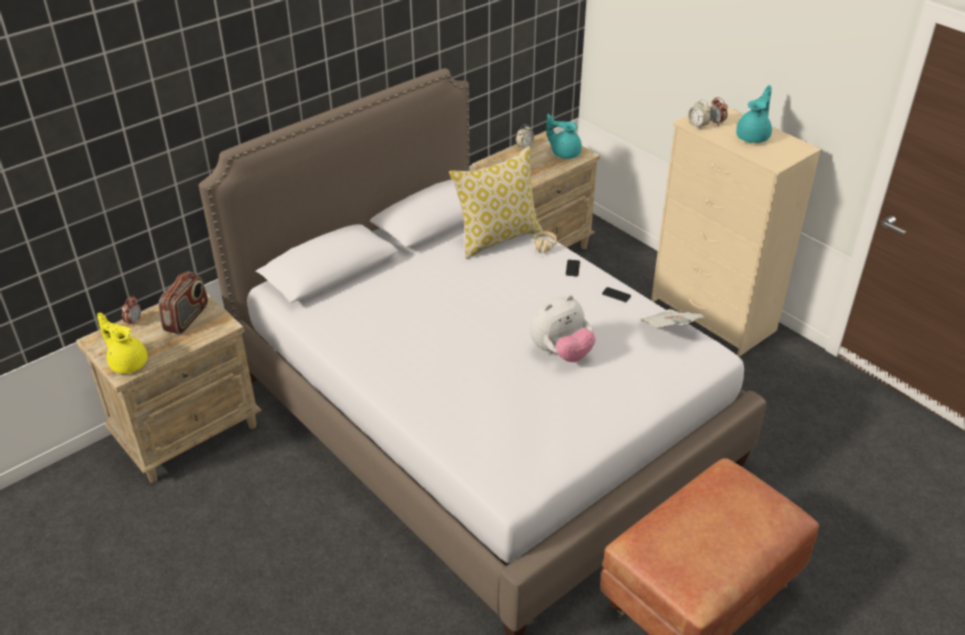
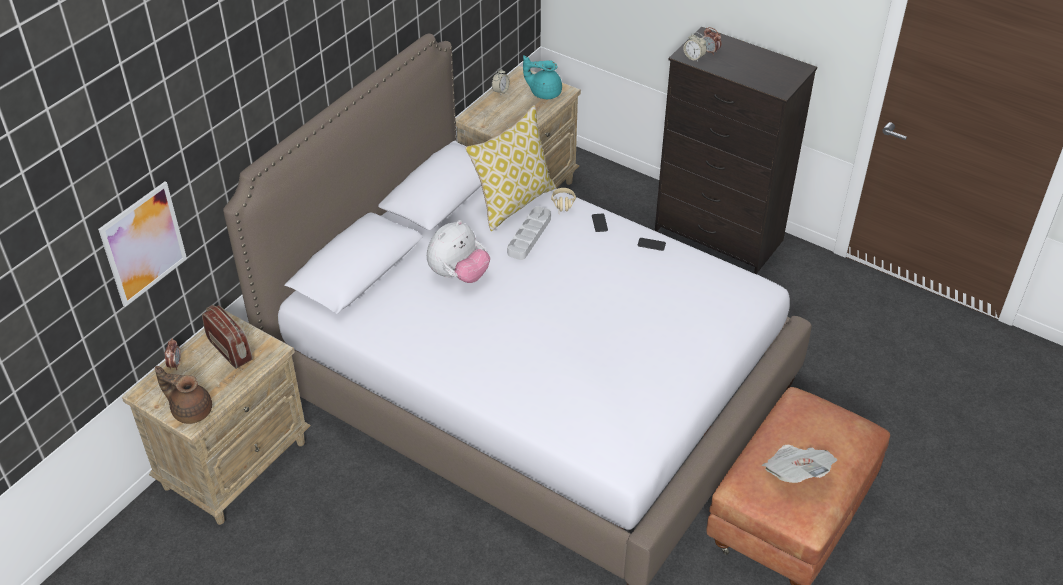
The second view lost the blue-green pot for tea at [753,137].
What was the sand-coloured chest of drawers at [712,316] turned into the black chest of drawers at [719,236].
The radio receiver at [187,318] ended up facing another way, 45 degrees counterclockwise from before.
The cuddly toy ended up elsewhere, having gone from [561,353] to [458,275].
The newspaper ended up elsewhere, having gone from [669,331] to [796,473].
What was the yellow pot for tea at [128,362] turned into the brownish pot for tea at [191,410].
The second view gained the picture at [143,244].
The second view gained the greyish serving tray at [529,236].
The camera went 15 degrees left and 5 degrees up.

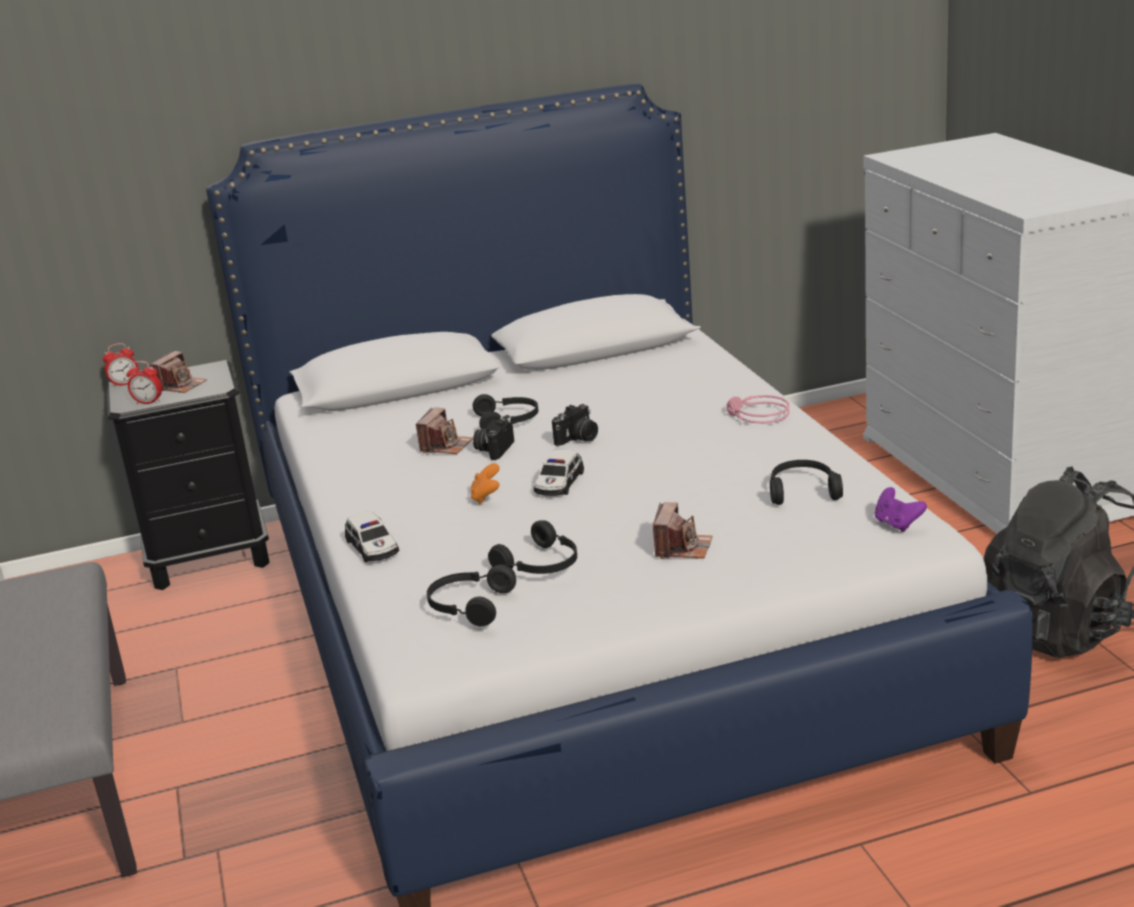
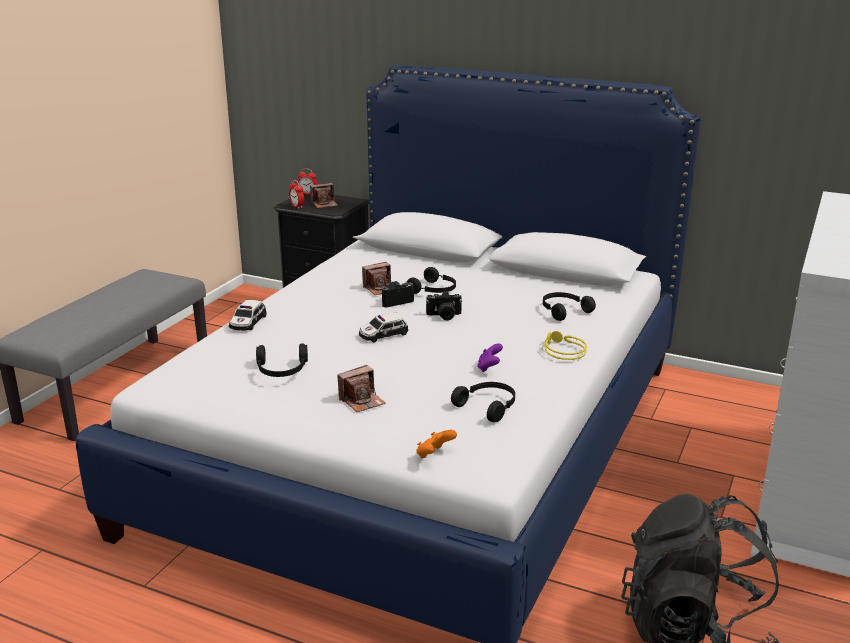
What was the pink-coloured headset at [757,416] turned into the yellow headset at [561,351].
The orange-coloured joypad ended up elsewhere, having gone from [486,497] to [434,455].
The purple joypad ended up elsewhere, having gone from [897,524] to [489,368].
The black headset ended up elsewhere, having gone from [469,606] to [563,311].
The camera went 40 degrees right and 0 degrees up.

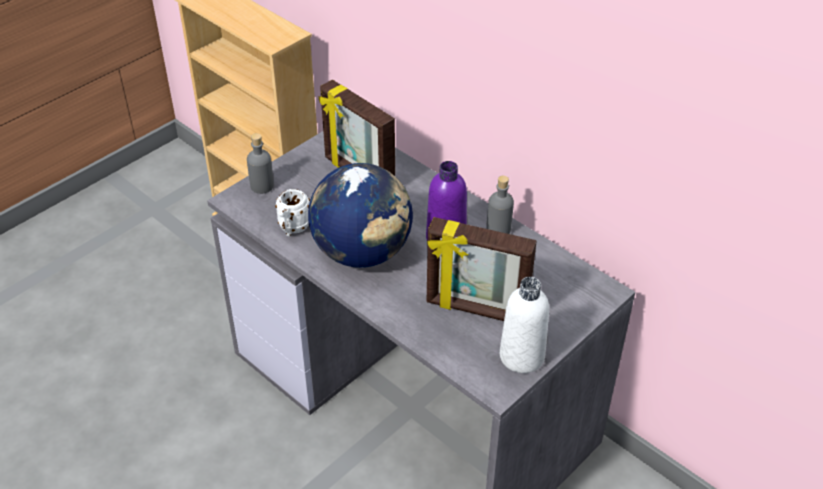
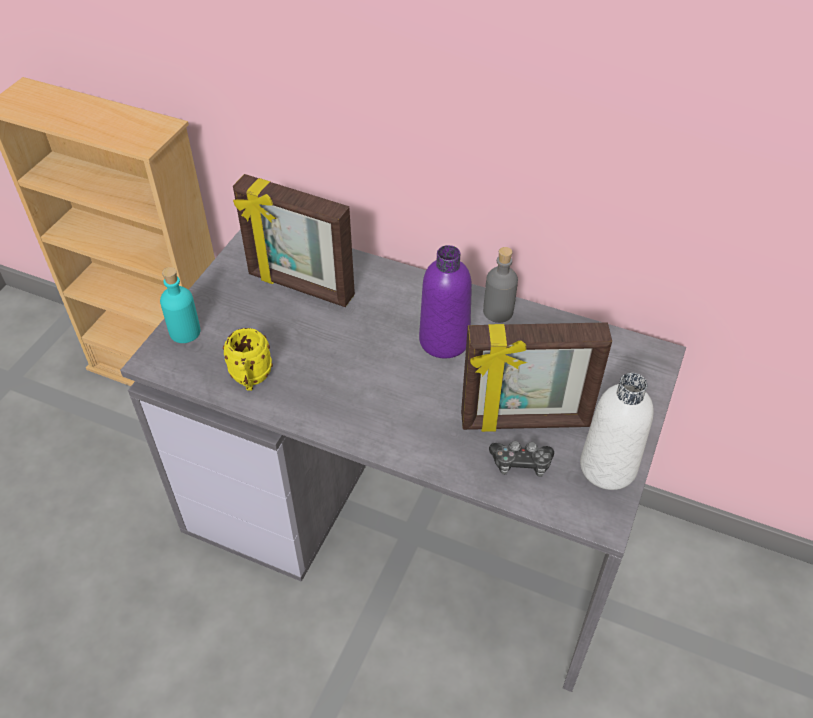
What was the greyish bottle at [262,186] turned into the blue-green bottle at [185,332].
The second view lost the globe at [362,252].
What was the whitish mug at [292,229] turned into the yellow mug at [250,379].
The second view gained the joypad at [521,463].
The camera went 20 degrees left and 5 degrees up.

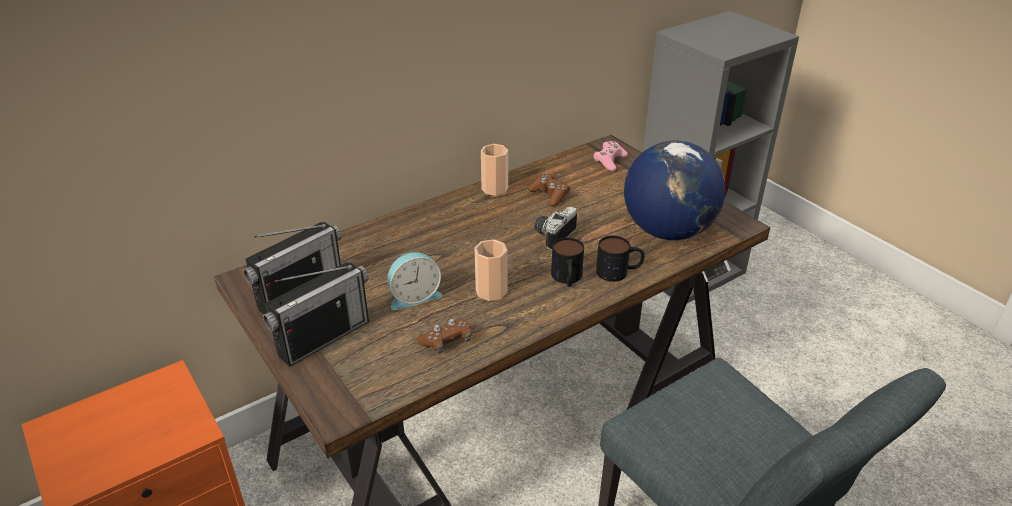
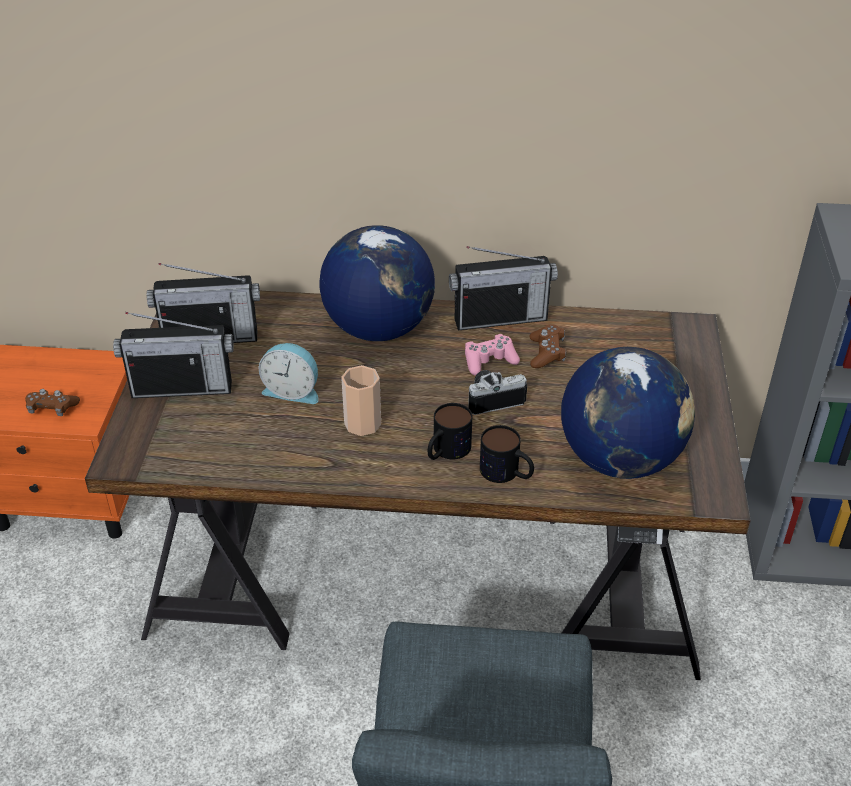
The pink-coloured joypad ended up elsewhere, having gone from [609,161] to [489,361].
Where the cup stood at [494,189], the radio receiver came to stand at [500,318].
The brownish joypad ended up elsewhere, having gone from [447,342] to [52,408].
The second view gained the globe at [378,328].
The camera went 40 degrees right and 5 degrees up.

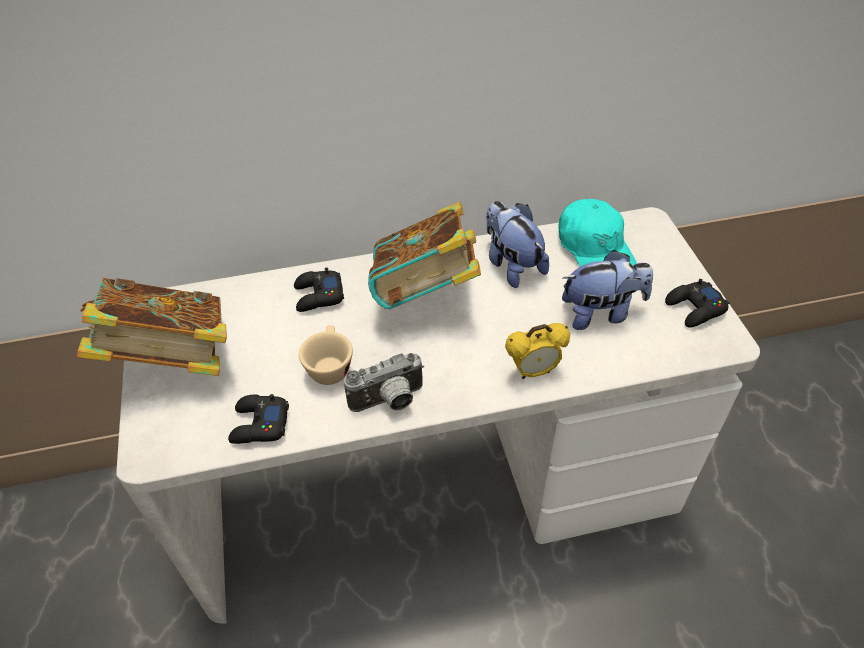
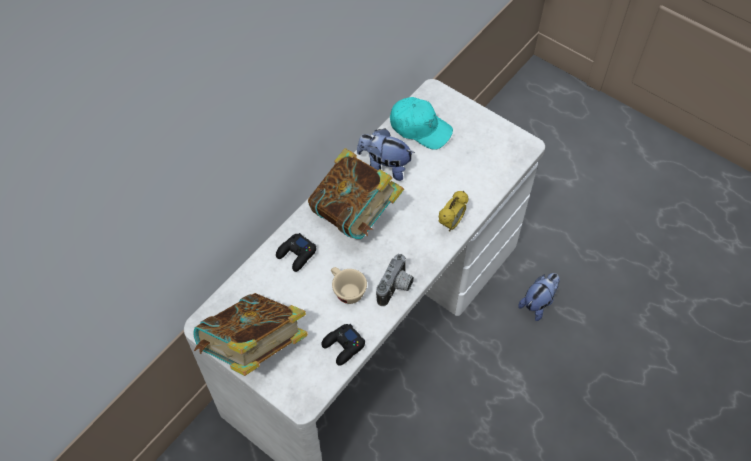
The cuddly toy ended up elsewhere, having gone from [601,313] to [538,303].
The second view lost the black joypad at [695,309].
The camera went 40 degrees left and 10 degrees up.

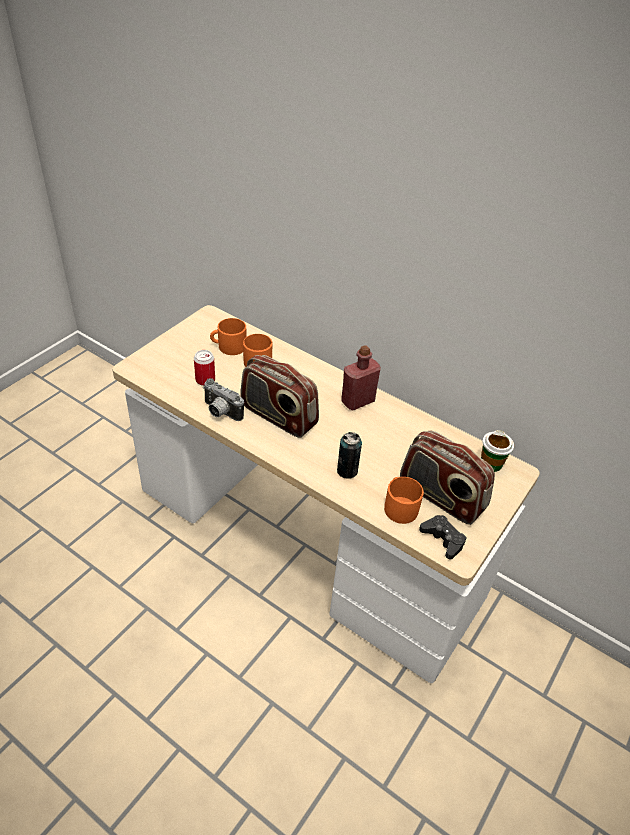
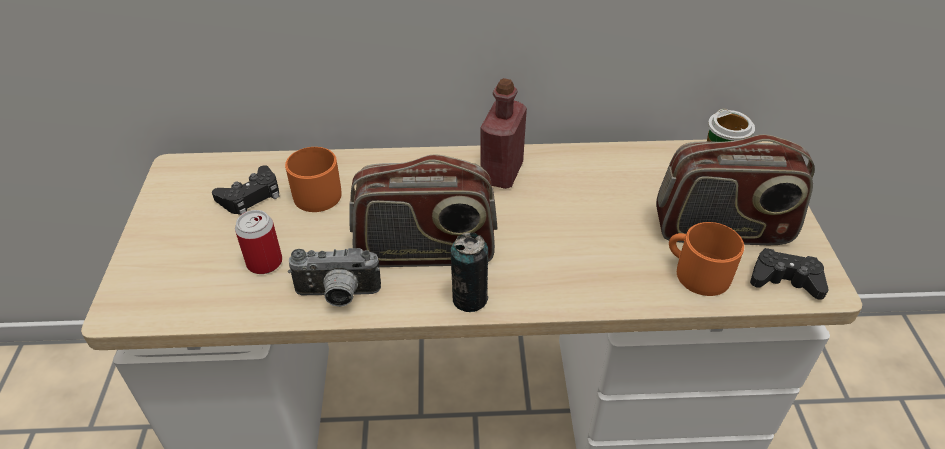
Where the orange-coloured mug stood at [228,346], the black joypad came to stand at [251,196].
The sealed can ended up elsewhere, having gone from [347,471] to [469,298].
The camera went 35 degrees left and 0 degrees up.

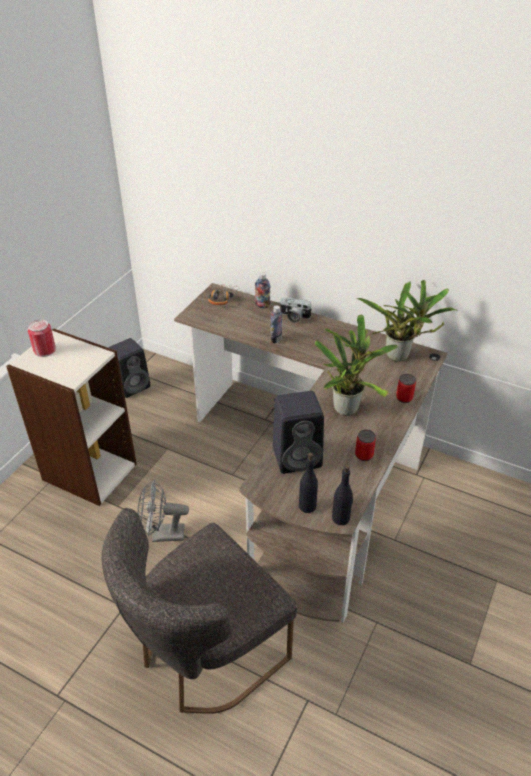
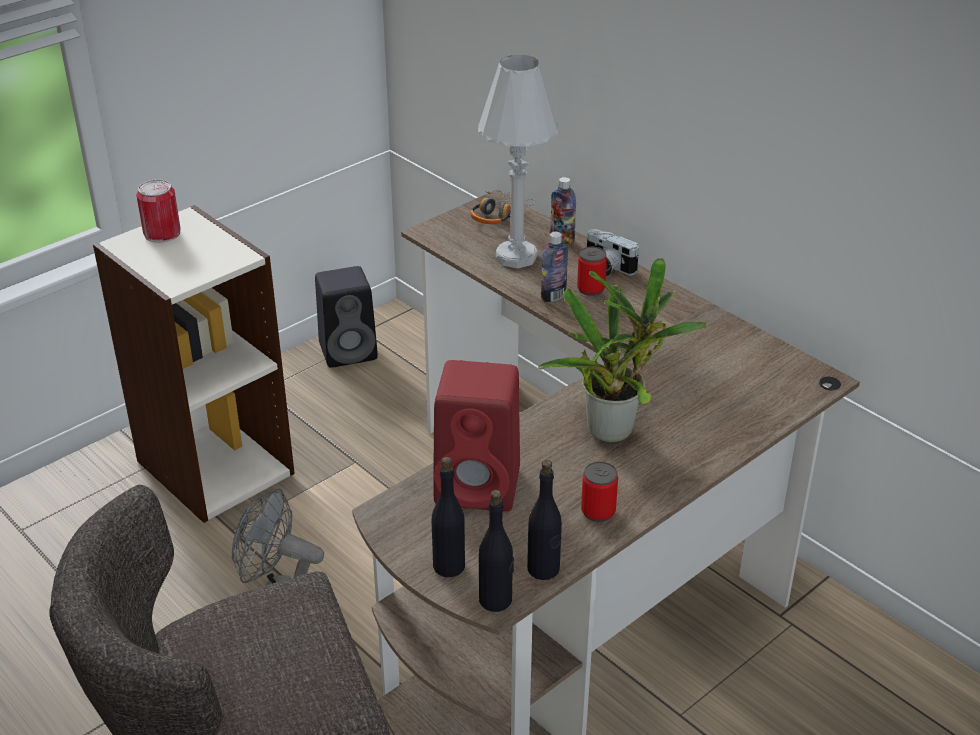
The second view lost the houseplant at [400,356].
The sealed can ended up elsewhere, having gone from [404,398] to [591,289].
What was the black loudspeaker at [298,456] turned into the red loudspeaker at [481,486].
The second view gained the whitish lamp for a table at [516,257].
The second view gained the black bottle at [543,569].
The camera went 20 degrees right and 5 degrees down.

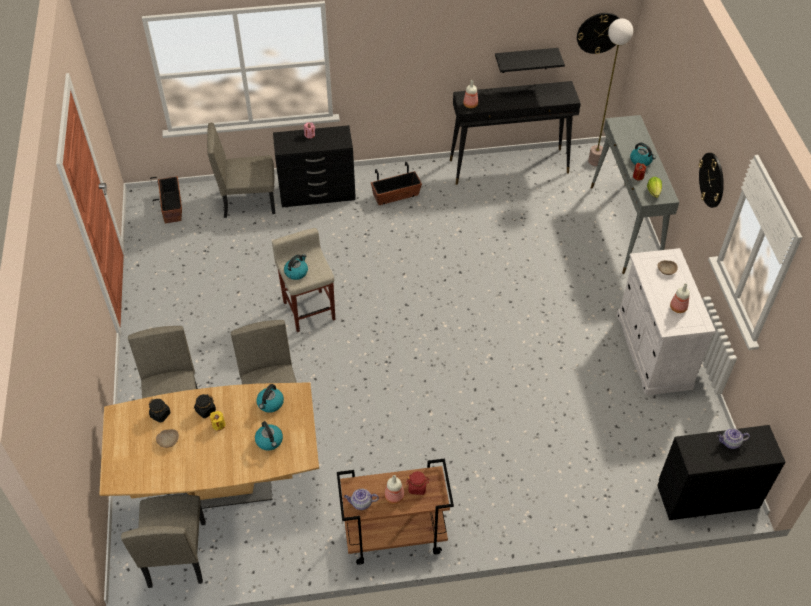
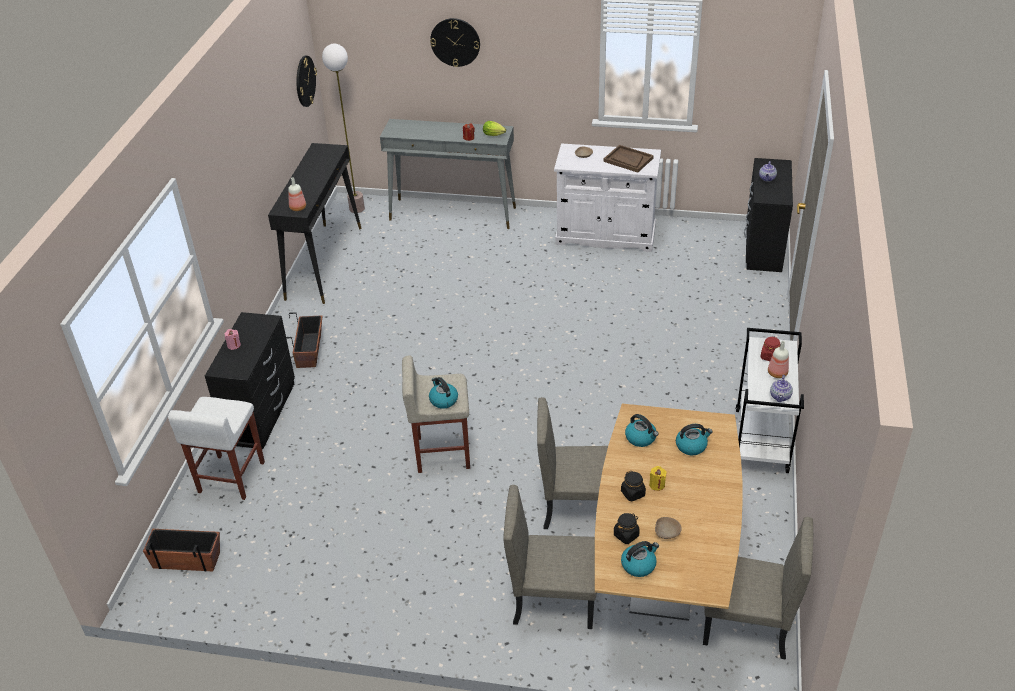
The second view lost the black shelf at [525,60].
Where the sand-coloured chair stood at [249,201], the whitish sitting stool came to stand at [231,478].
The tea kettle ended up elsewhere, having gone from [641,161] to [638,565].
The hanging clock ended up elsewhere, having gone from [712,180] to [455,42].
Where the bottle stood at [678,307], the brownish serving tray came to stand at [628,160].
What was the brownish trolley at [394,537] turned into the whitish trolley at [762,441].
The camera went 70 degrees left and 10 degrees down.

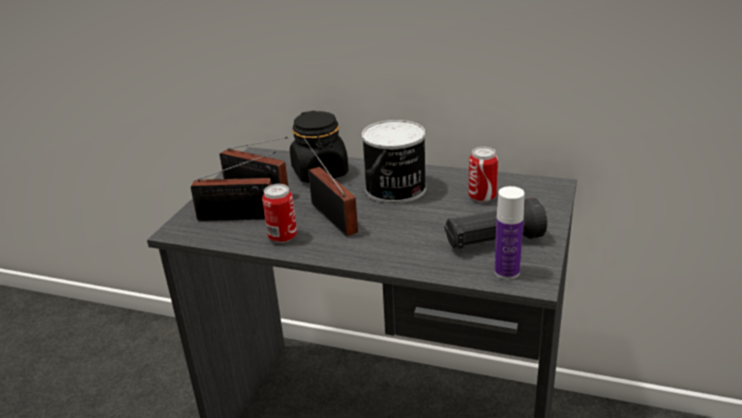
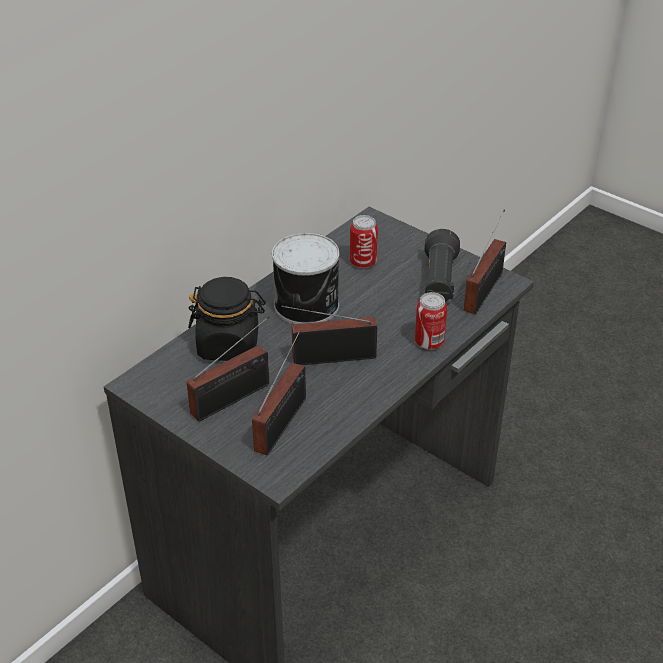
The sealed can ended up elsewhere, having gone from [282,237] to [429,342].
Where the bottle stood at [507,272], the radio receiver came to stand at [485,289].
The camera went 70 degrees left and 10 degrees up.

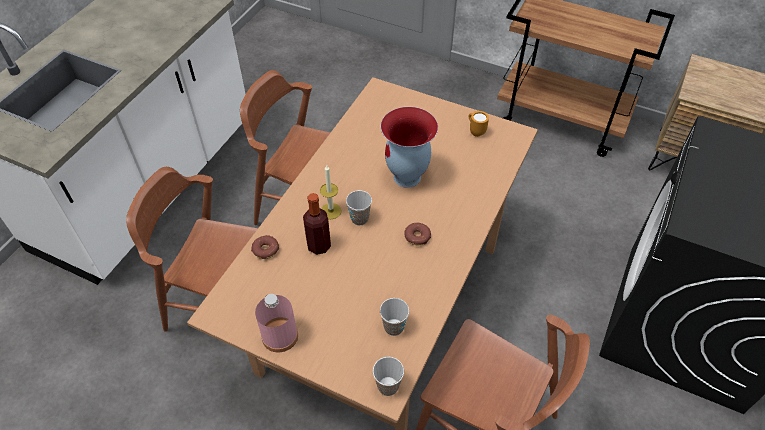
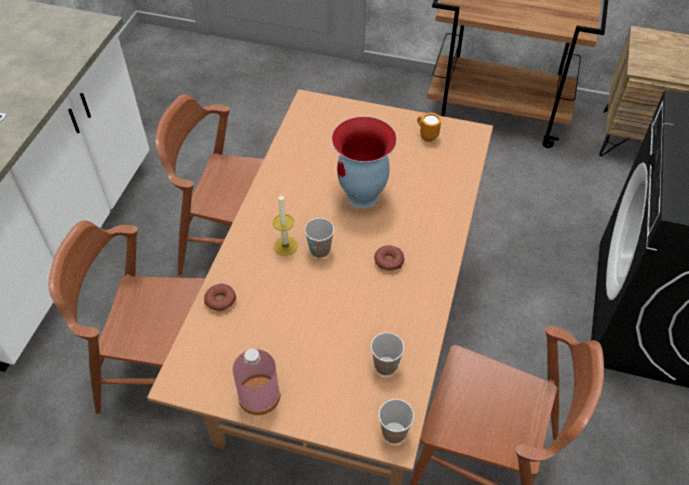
The second view lost the bottle at [319,246].
The camera went 10 degrees left and 0 degrees up.

